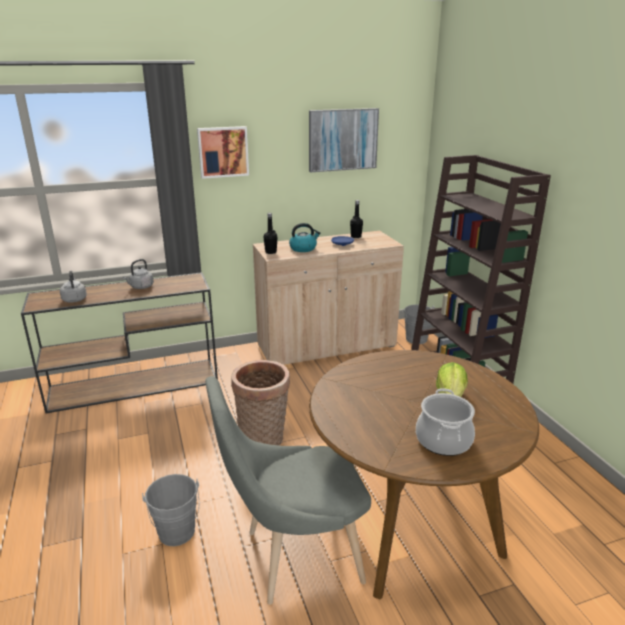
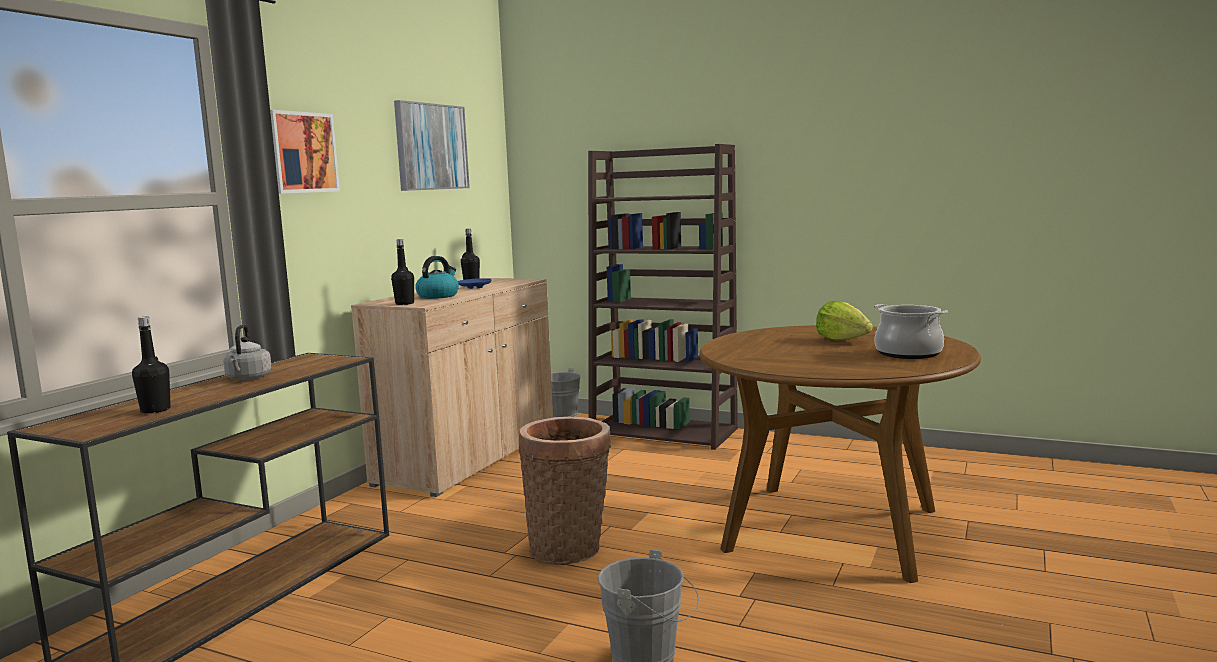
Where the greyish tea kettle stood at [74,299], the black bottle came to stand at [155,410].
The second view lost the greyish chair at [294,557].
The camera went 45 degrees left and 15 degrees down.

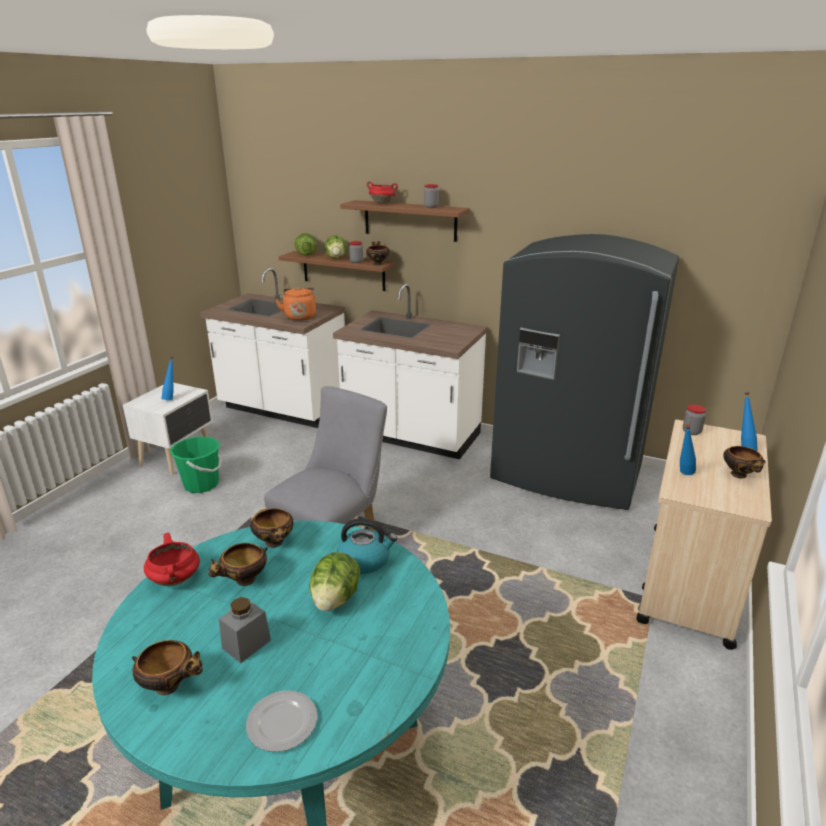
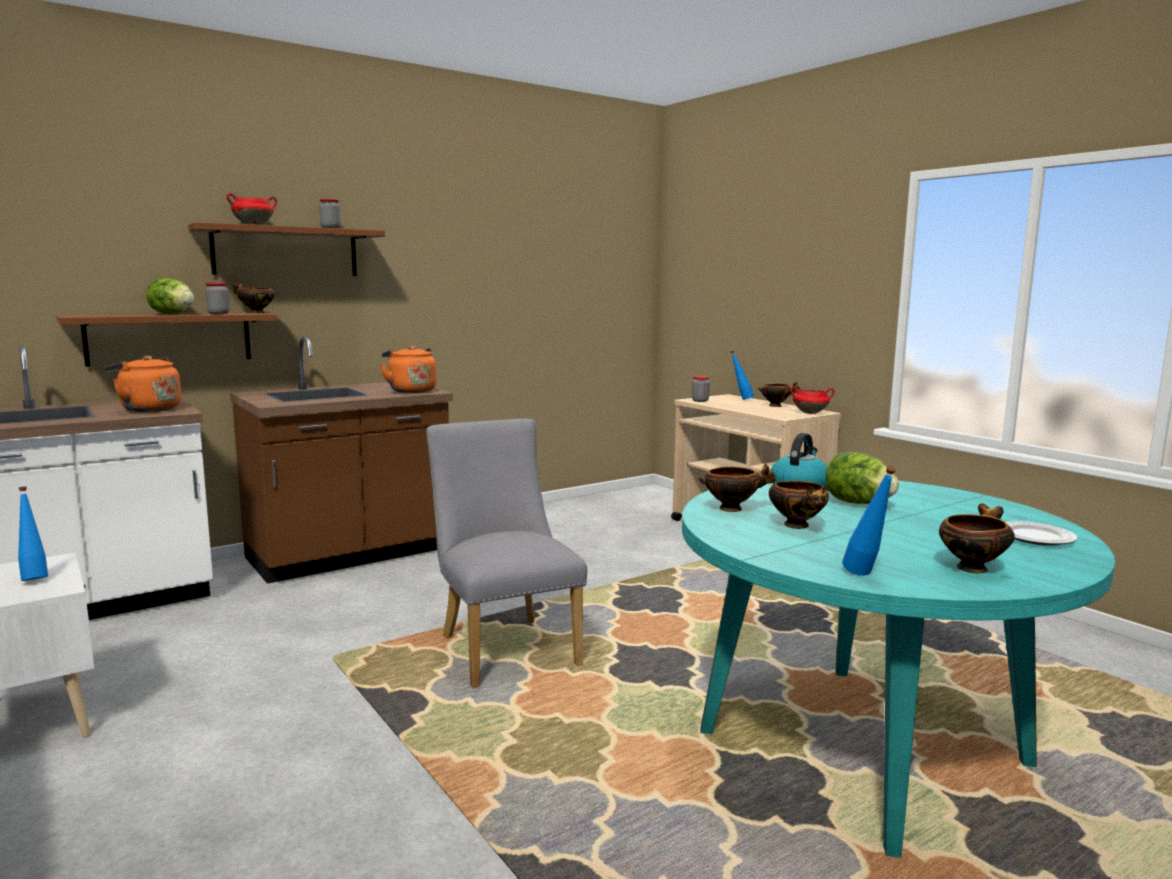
The second view lost the head of lettuce at [306,254].
The second view lost the greyish kitchen fridge at [566,475].
What was the whitish kitchen base unit at [411,436] turned into the brownish kitchen base unit at [350,555].
The bluish bottle ended up elsewhere, having gone from [683,475] to [865,577].
The second view lost the green water bucket at [201,484].
The red cooking pot ended up elsewhere, having gone from [176,580] to [810,413].
The second view lost the greyish preserve jar at [246,644].
The second view gained the orange-coloured tea kettle at [410,391].
The camera went 60 degrees left and 15 degrees down.

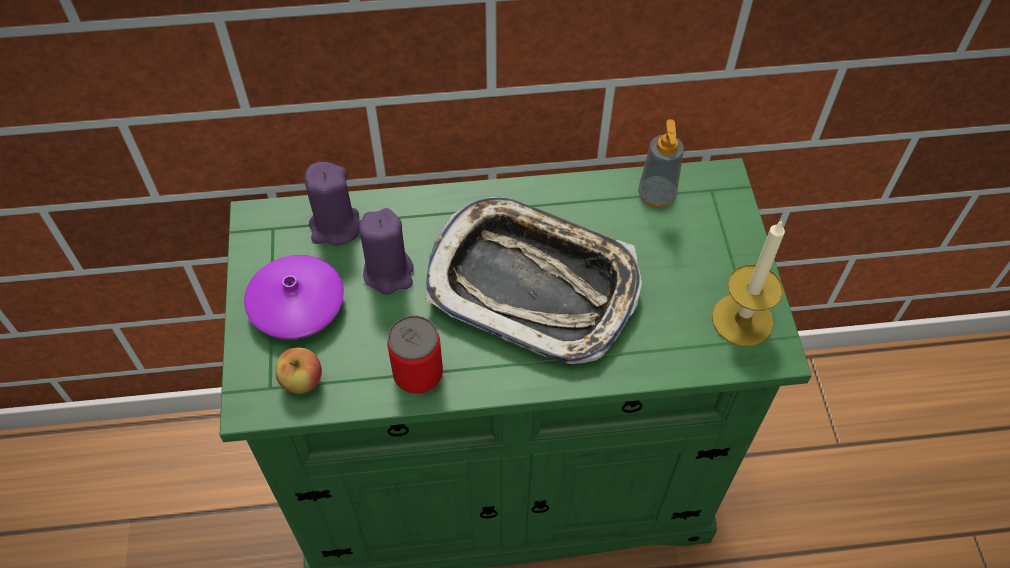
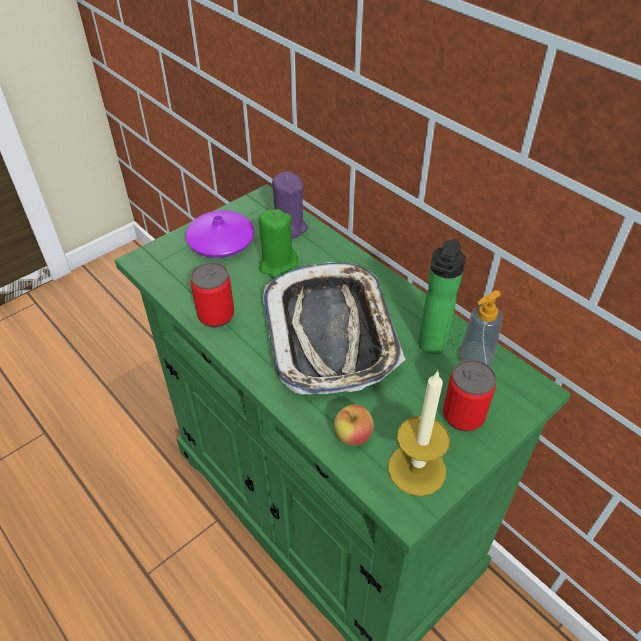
What was the purple wax candle at [389,272] turned into the green wax candle at [278,265].
The apple ended up elsewhere, having gone from [302,381] to [353,436].
The second view gained the bottle at [430,347].
The second view gained the sealed can at [463,415].
The camera went 55 degrees right and 10 degrees down.

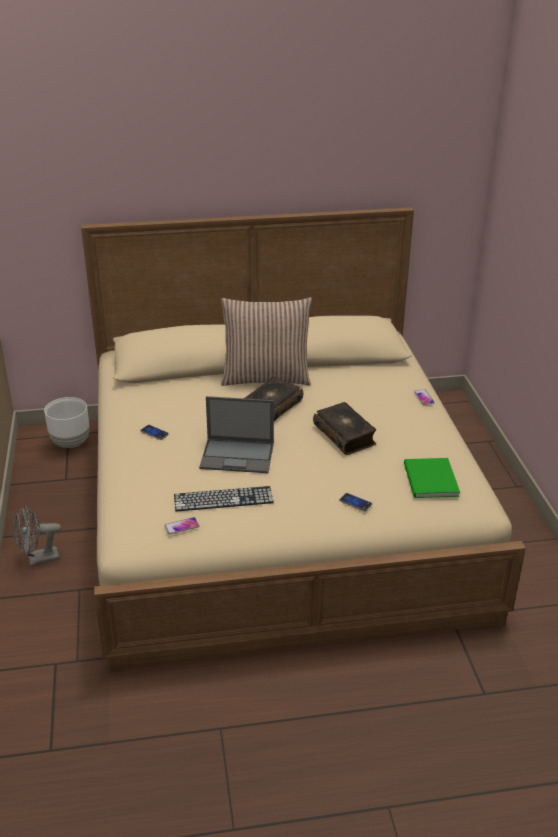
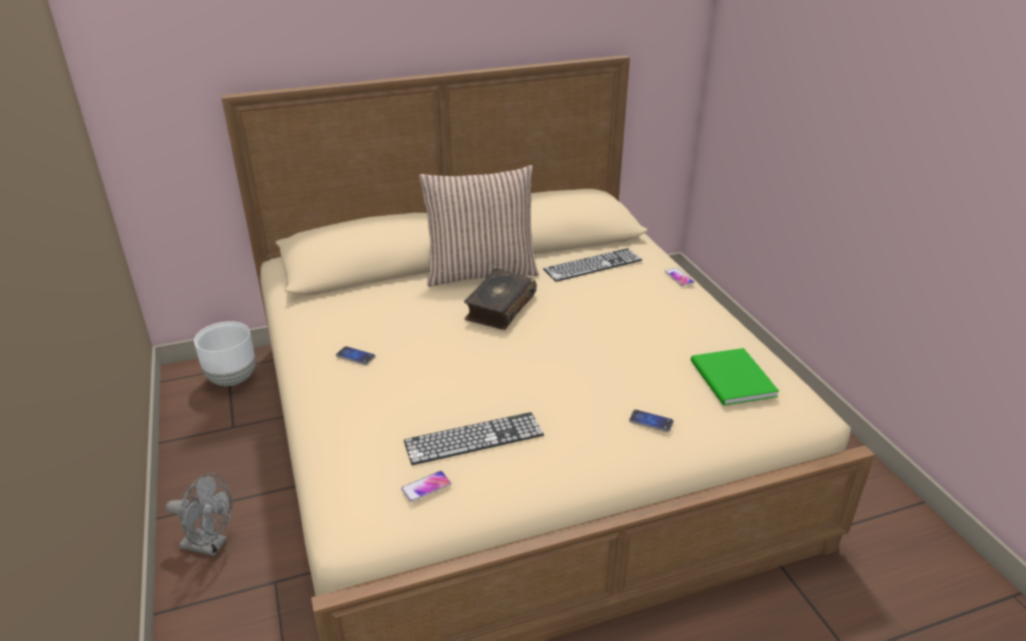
The second view lost the portable computer at [238,456].
The second view lost the book at [345,435].
The greyish electric fan at [38,559] ended up facing another way, 135 degrees counterclockwise from before.
The second view gained the PC keyboard at [592,265].
The camera went 10 degrees left and 0 degrees up.

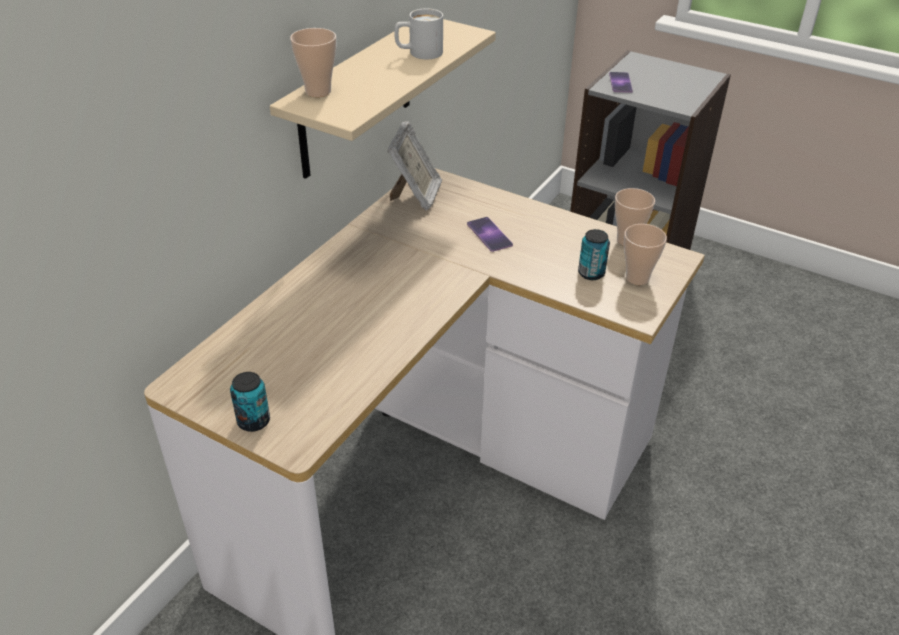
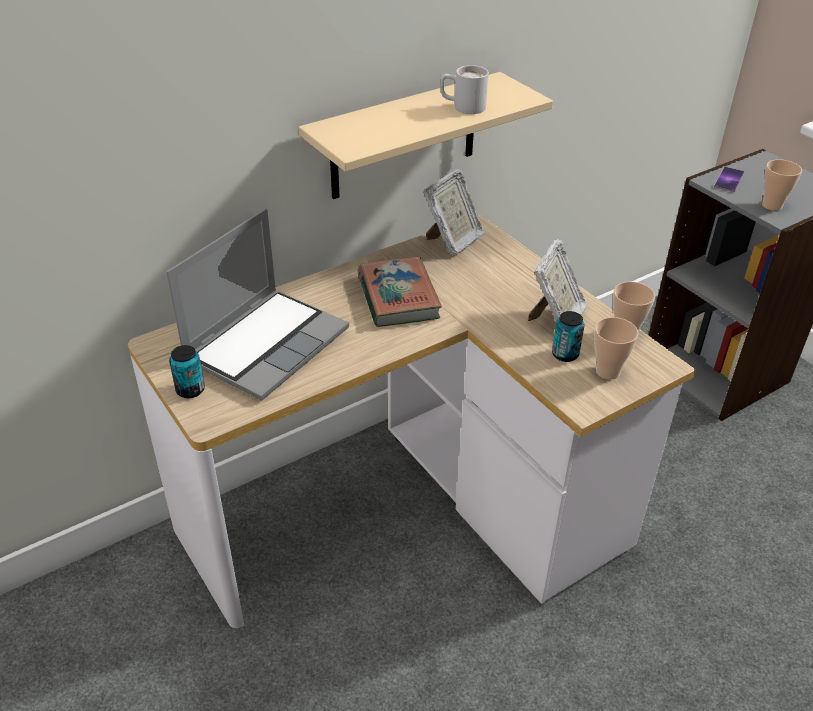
The cup ended up elsewhere, having gone from [318,91] to [772,206].
The second view lost the telephone at [489,234].
The second view gained the portable computer at [267,344].
The second view gained the picture frame at [556,319].
The second view gained the book at [398,297].
The camera went 25 degrees right and 0 degrees up.

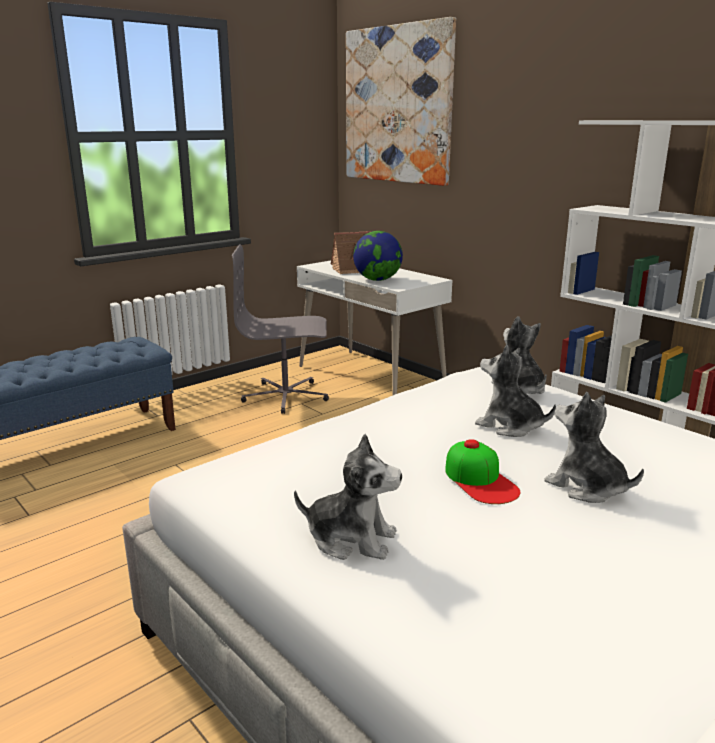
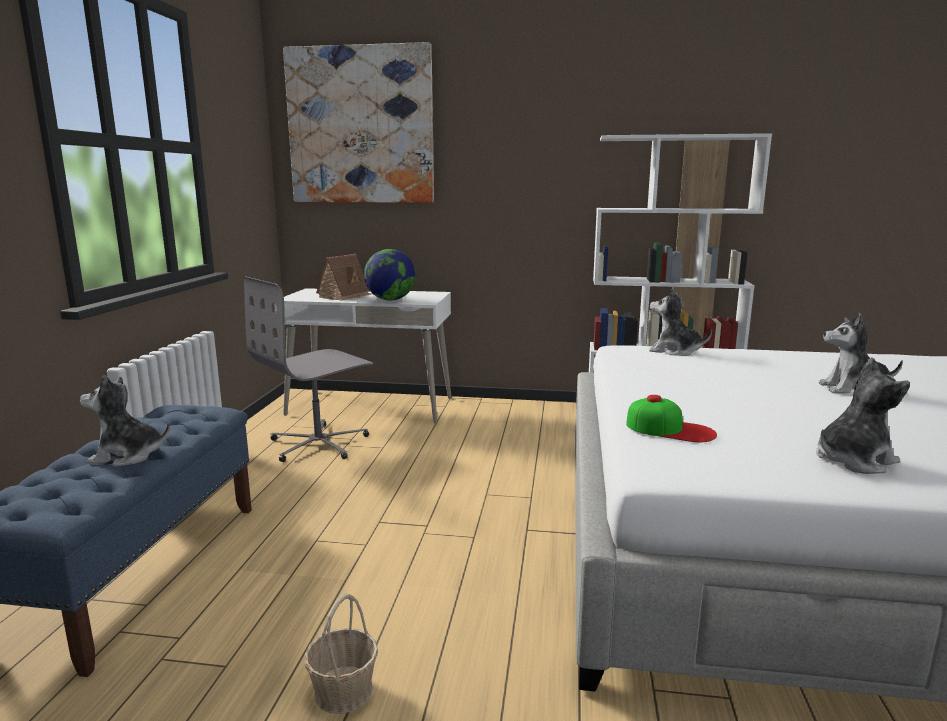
The cuddly toy ended up elsewhere, having gone from [509,426] to [128,456].
The peaked cap ended up elsewhere, having gone from [480,480] to [670,429].
The second view gained the basket at [343,691].
The camera went 40 degrees left and 5 degrees down.

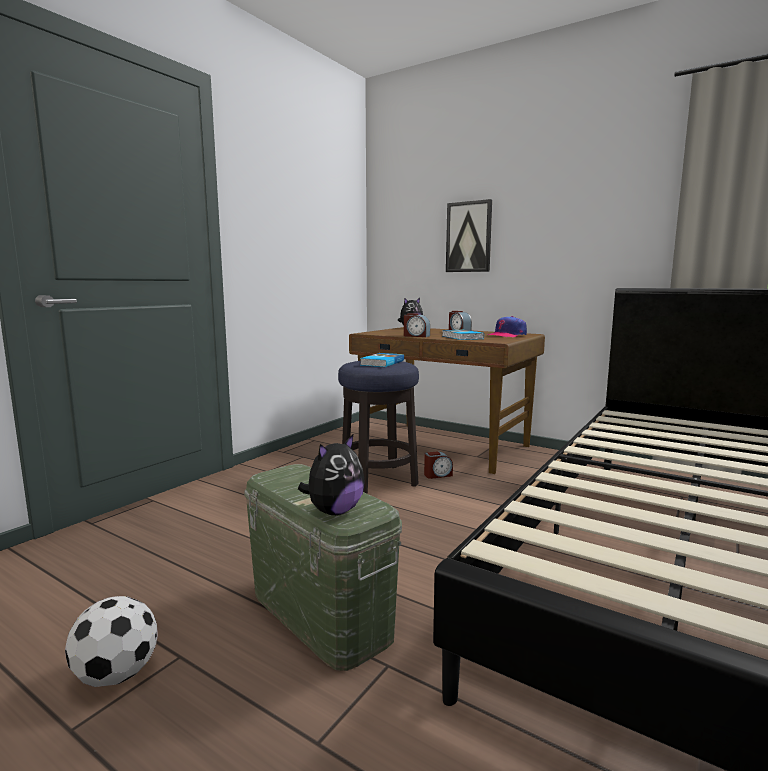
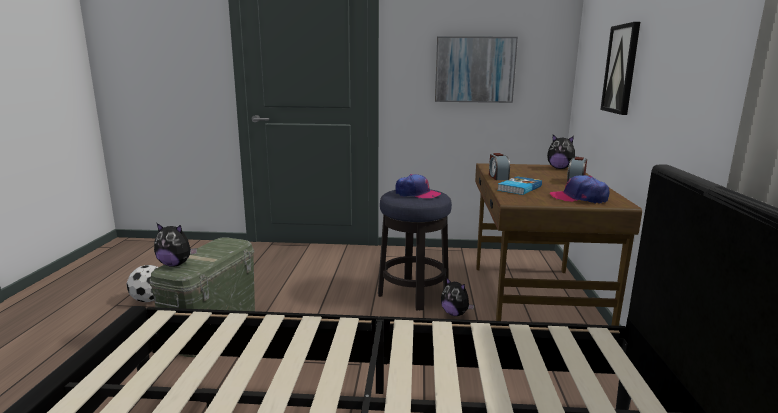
Where the book stood at [381,363], the peaked cap came to stand at [417,194].
Where the alarm clock stood at [438,475], the cuddly toy came to stand at [455,314].
The second view gained the picture at [474,70].
The camera went 60 degrees right and 5 degrees up.

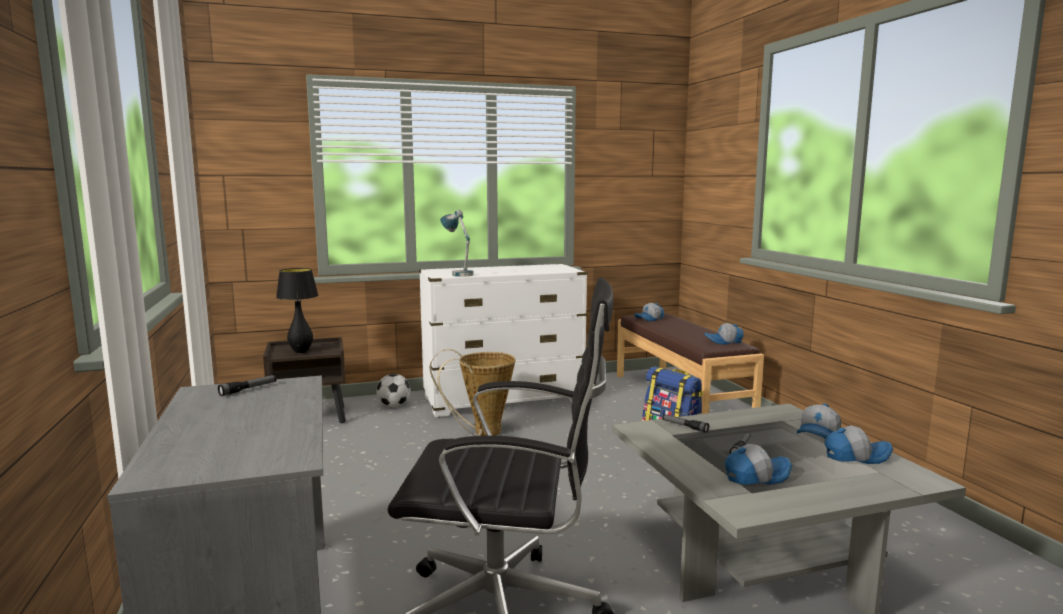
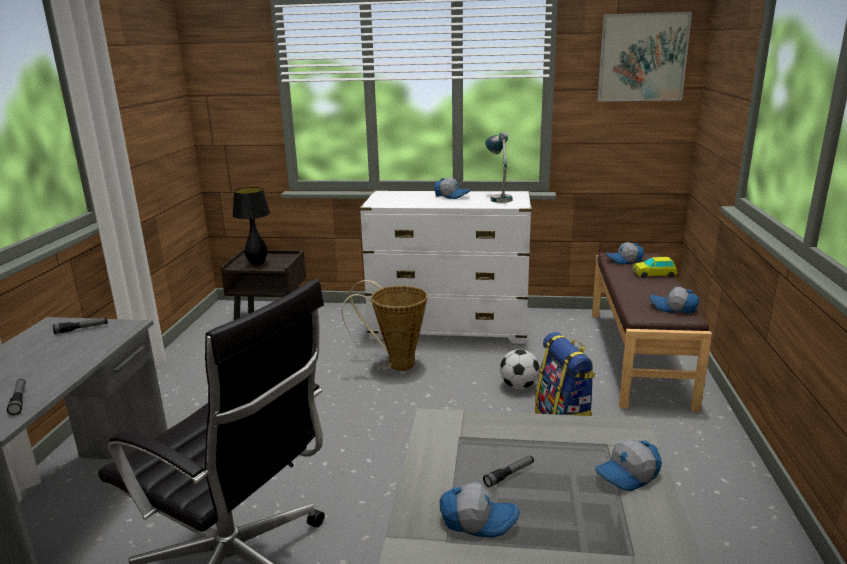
The lamp for a table ended up elsewhere, having gone from [458,274] to [498,198].
The football ended up elsewhere, having gone from [394,406] to [519,386].
The flashlight ended up elsewhere, having gone from [684,427] to [19,400].
The peaked cap ended up elsewhere, having gone from [856,456] to [452,196].
The second view gained the picture at [642,57].
The second view gained the miniature car at [653,274].
The camera went 25 degrees right and 10 degrees up.

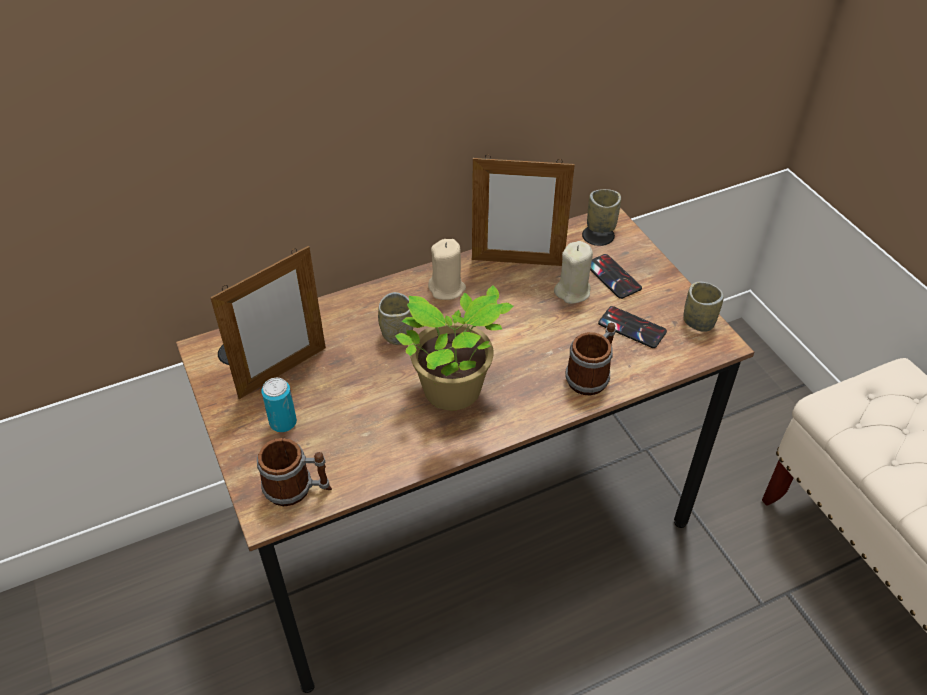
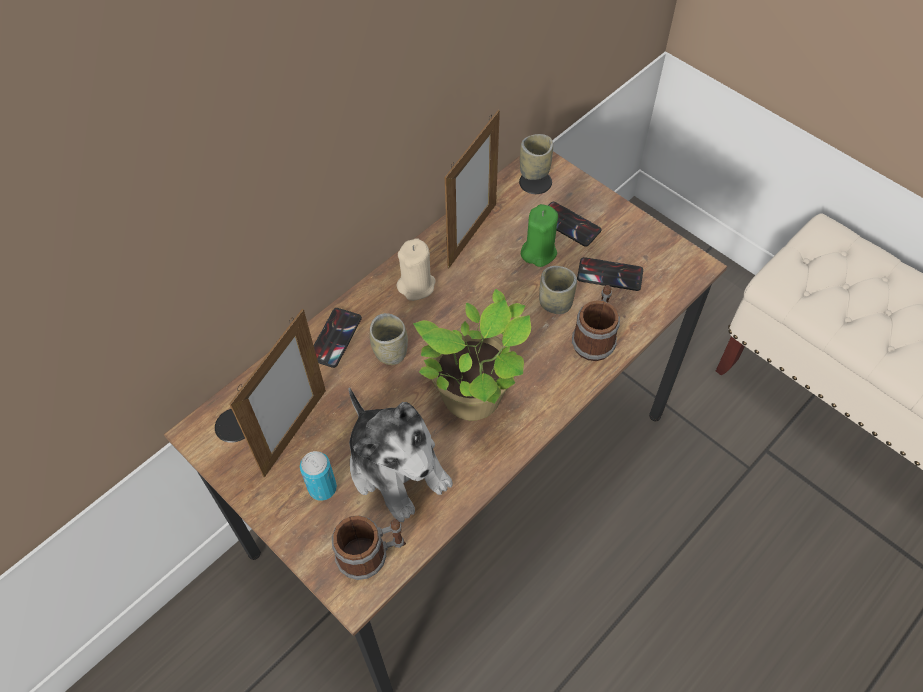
The picture frame at [517,262] ended up facing another way, 45 degrees counterclockwise from before.
What was the sand-coloured wax candle at [572,291] turned into the green wax candle at [538,252].
The cup ended up elsewhere, having gone from [698,322] to [555,303].
The second view gained the telephone at [335,338].
The second view gained the cuddly toy at [397,467].
The camera went 20 degrees left and 10 degrees up.

